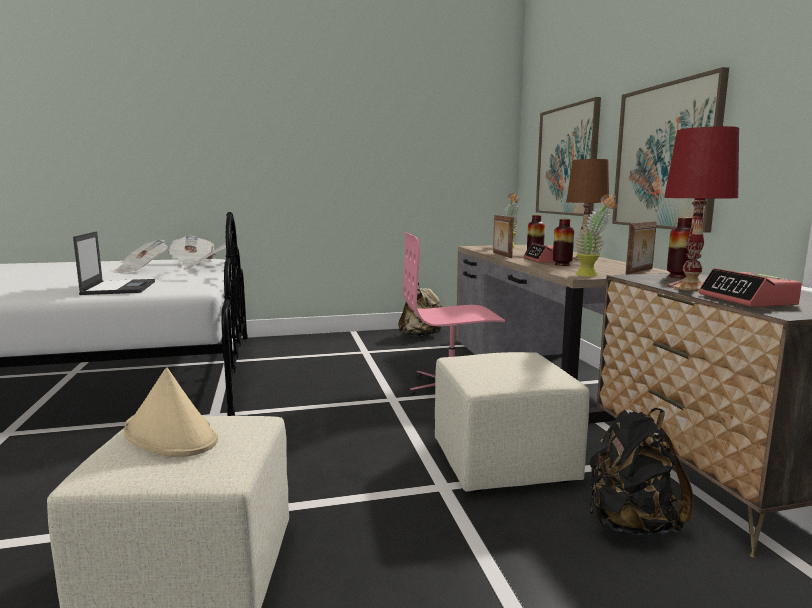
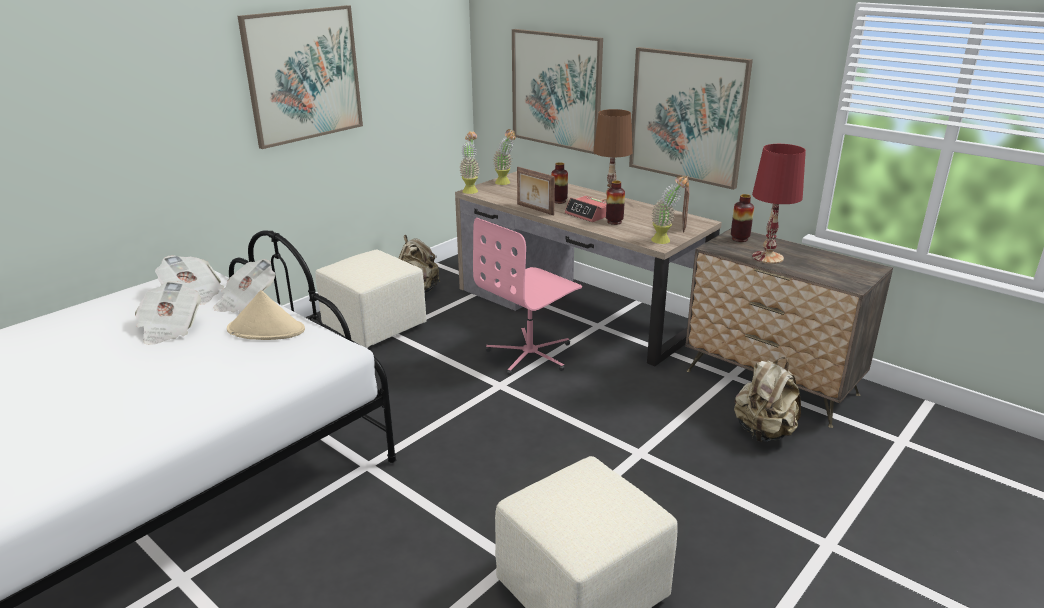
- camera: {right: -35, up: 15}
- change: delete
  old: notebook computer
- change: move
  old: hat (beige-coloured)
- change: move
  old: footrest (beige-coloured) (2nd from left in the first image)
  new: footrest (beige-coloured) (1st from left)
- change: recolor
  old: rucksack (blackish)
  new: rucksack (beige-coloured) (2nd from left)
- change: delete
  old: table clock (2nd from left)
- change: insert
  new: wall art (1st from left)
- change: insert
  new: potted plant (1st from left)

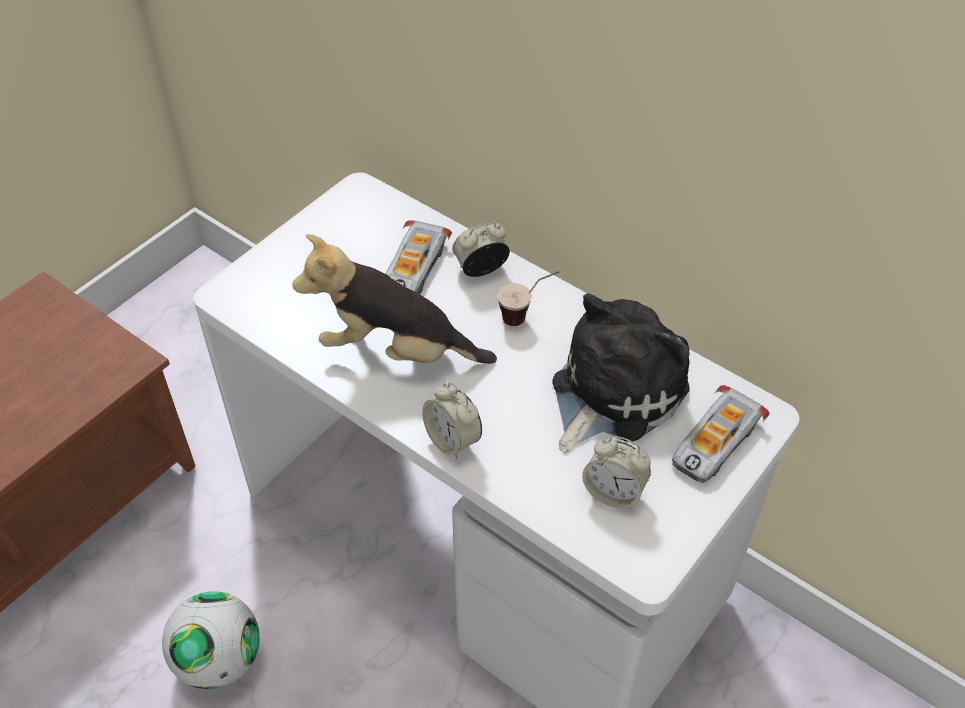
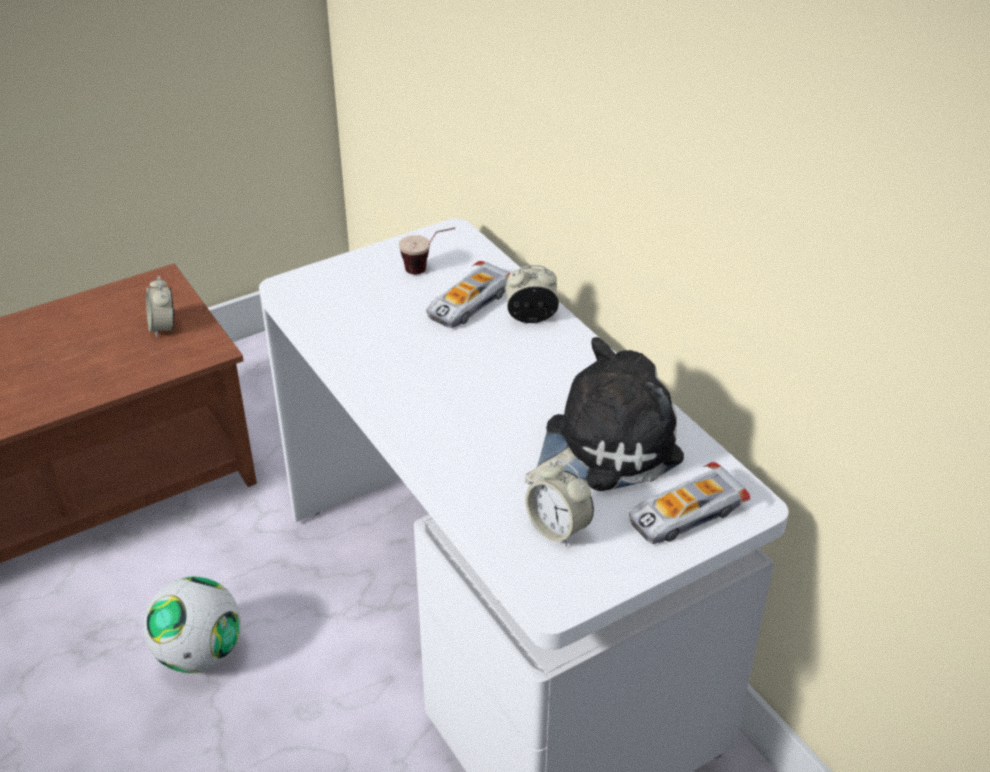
- camera: {right: 20, up: -10}
- change: delete
  old: cuddly toy (1st from left)
- change: move
  old: table clock (1st from left)
- change: move
  old: small cup

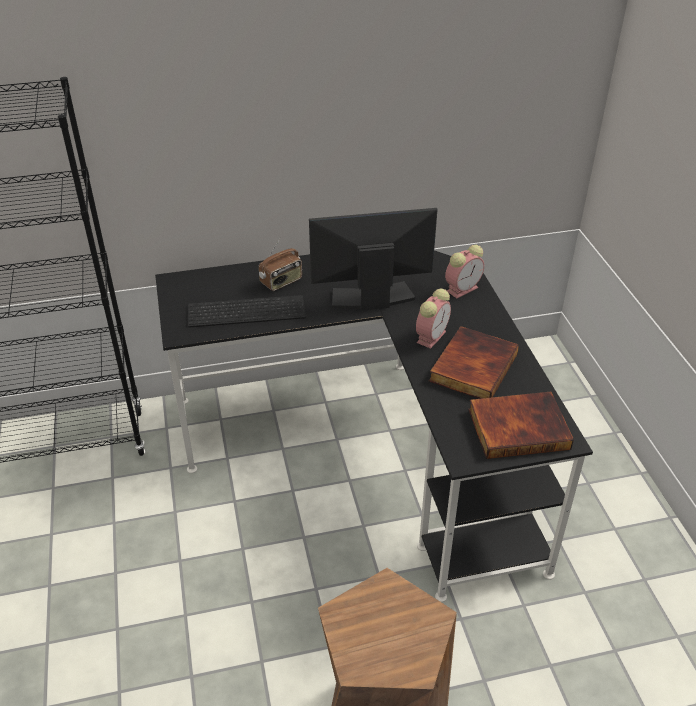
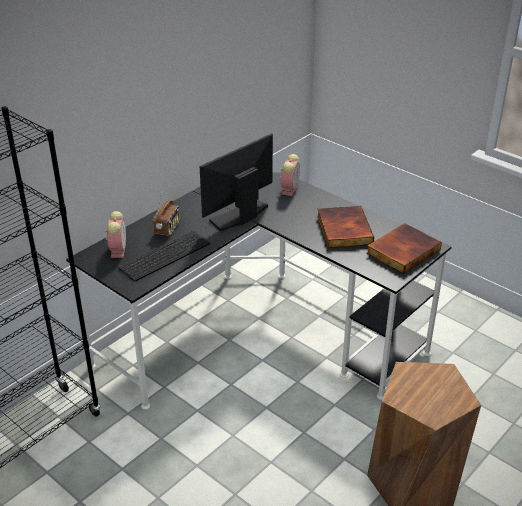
- camera: {right: -35, up: -5}
- change: move
  old: table clock (1st from left)

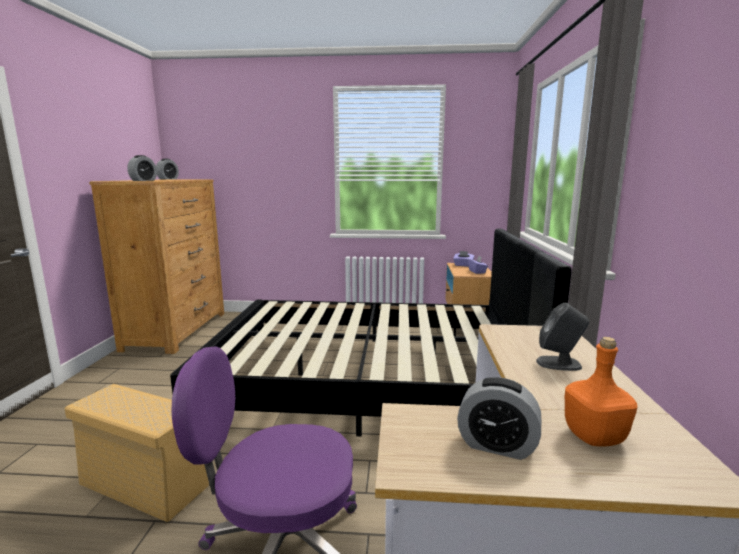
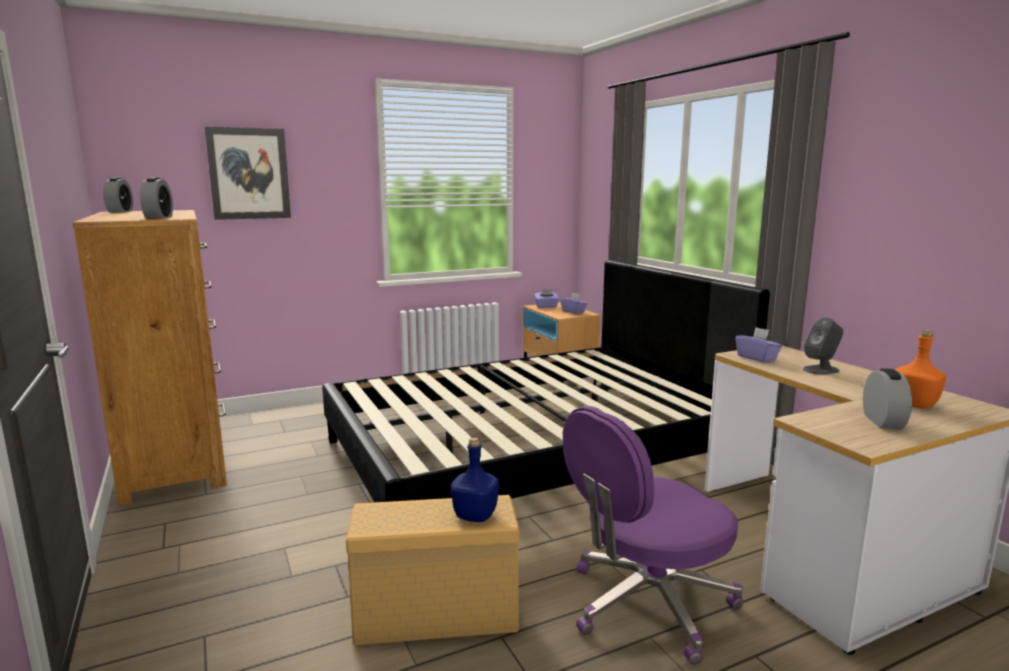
- camera: {right: -30, up: 0}
- change: rotate
  old: table clock (3rd from left)
  degrees: -75
- change: insert
  new: wall art
- change: insert
  new: beverage bottle (blue-coloured)
- change: insert
  new: tissue holder (purple-coloured) (3rd from left)

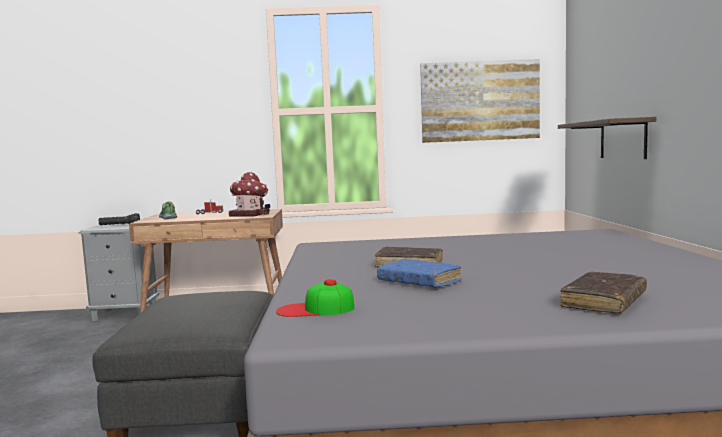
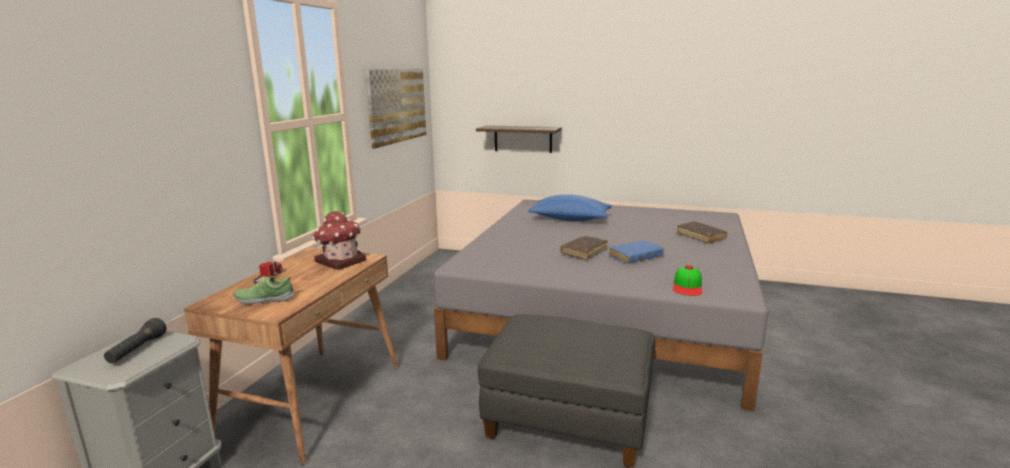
- camera: {right: -70, up: 10}
- change: insert
  new: throw pillow (blue-coloured)

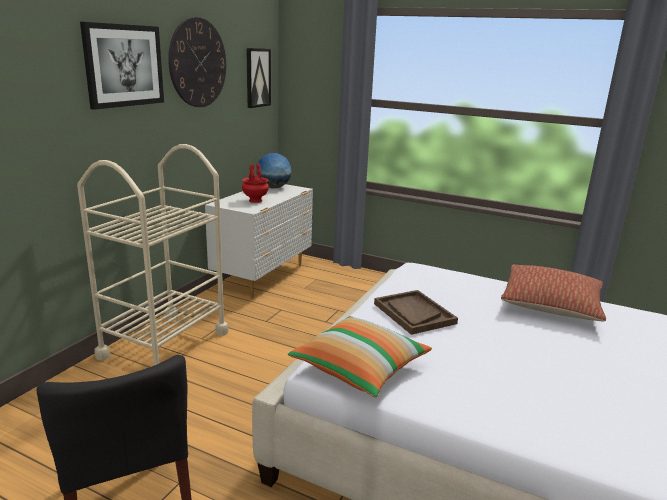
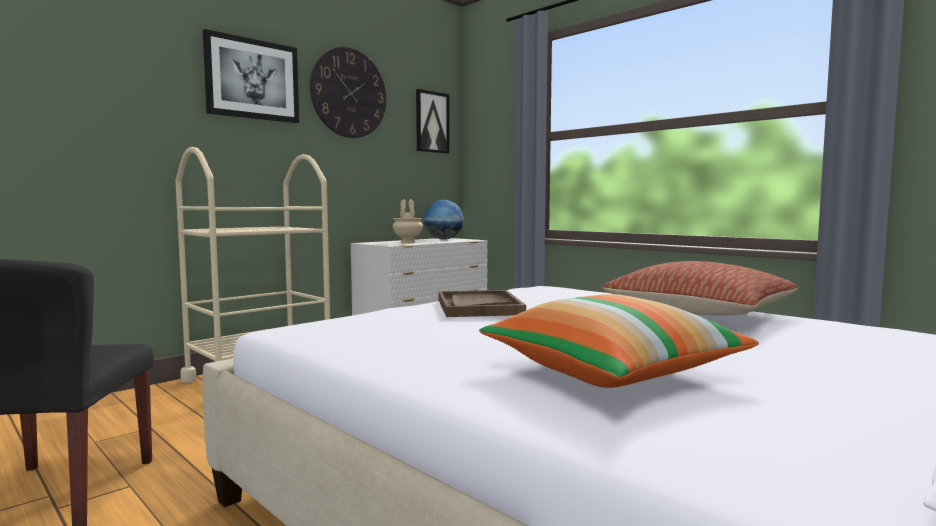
- camera: {right: 20, up: -15}
- change: recolor
  old: flower vase (reddish)
  new: flower vase (beige-coloured)
- change: move
  old: throw pillow (1st from left)

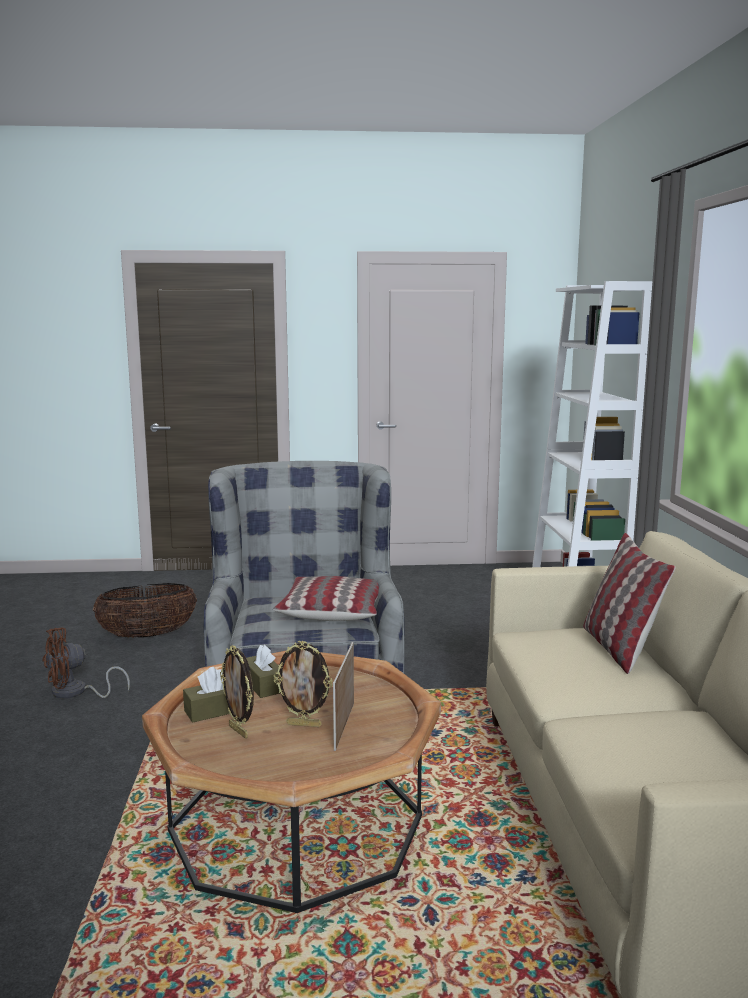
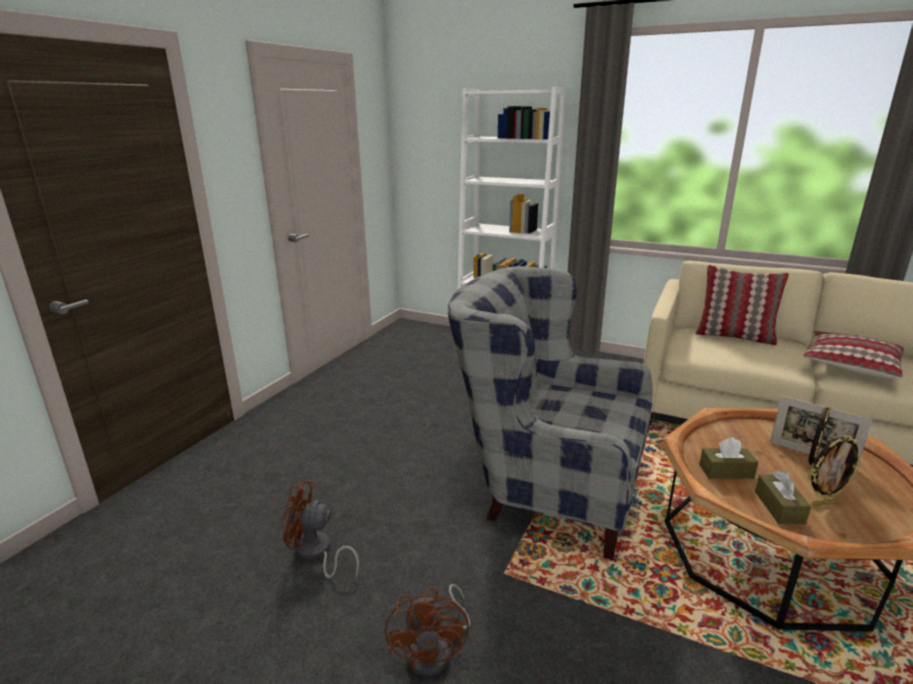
- camera: {right: -60, up: 10}
- change: replace
  old: household basket
  new: electric fan (brownish) (1st from left)
- change: move
  old: throw pillow (1st from left in the first image)
  new: throw pillow (2nd from left)

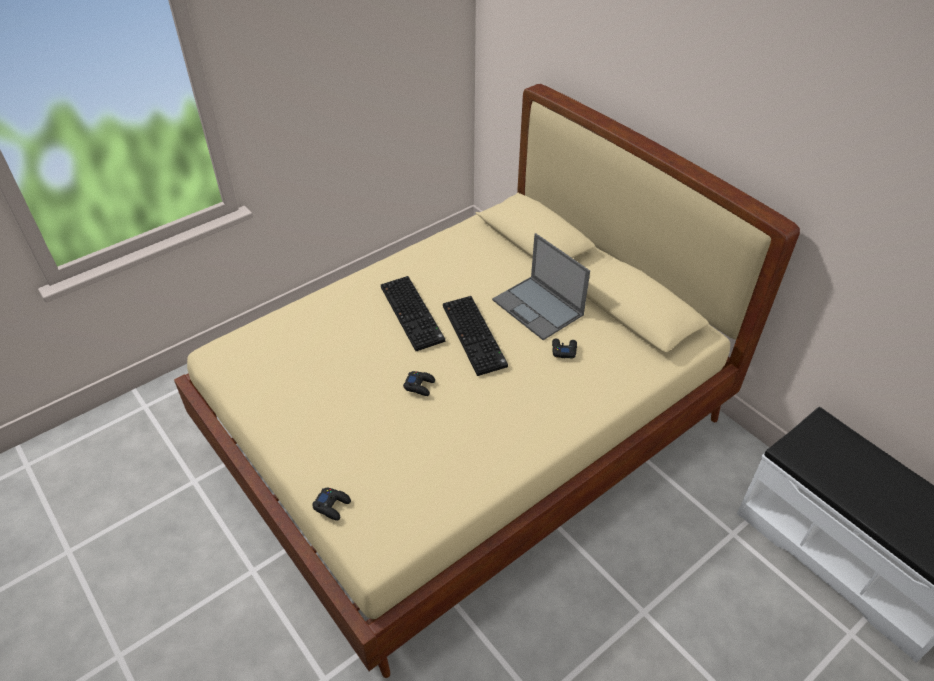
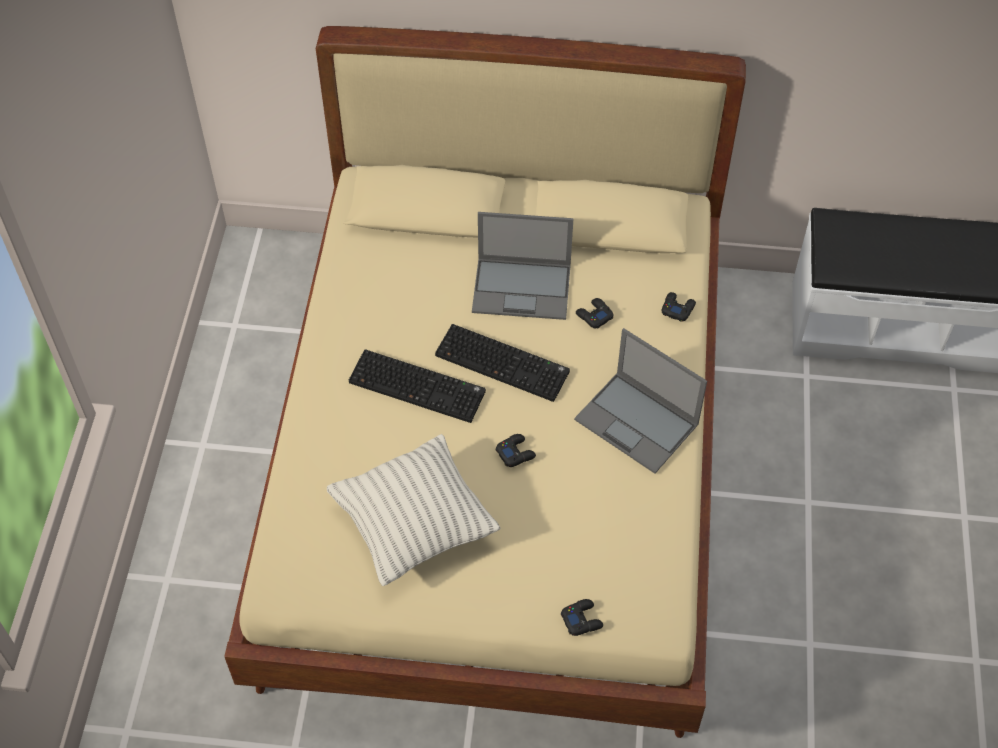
- camera: {right: -45, up: 10}
- change: insert
  new: throw pillow
- change: insert
  new: notebook computer (2nd from left)
- change: insert
  new: game controller (blackish) (4th from left)

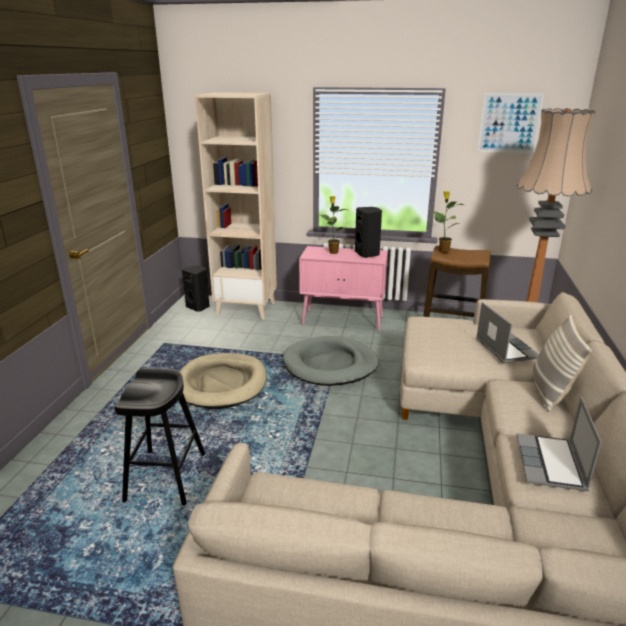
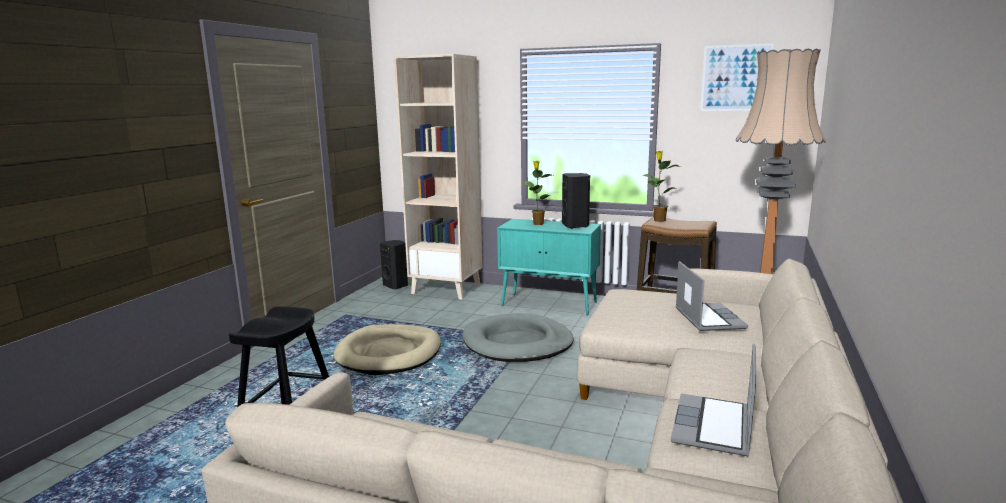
- camera: {right: 10, up: -10}
- change: recolor
  old: storage cabinet (pinkish)
  new: storage cabinet (turquoise)
- change: delete
  old: throw pillow

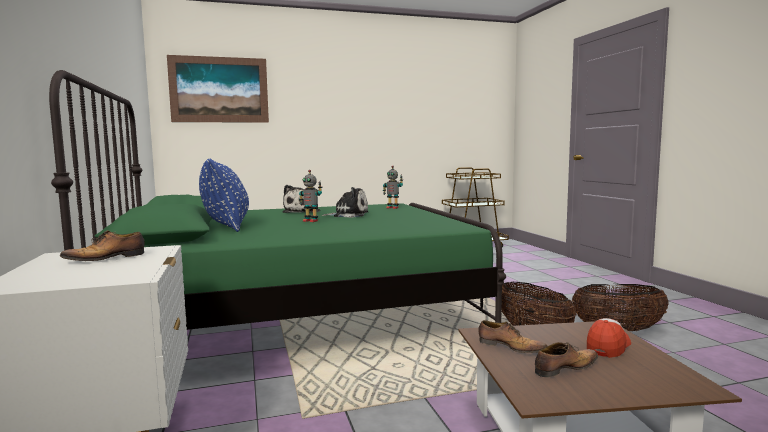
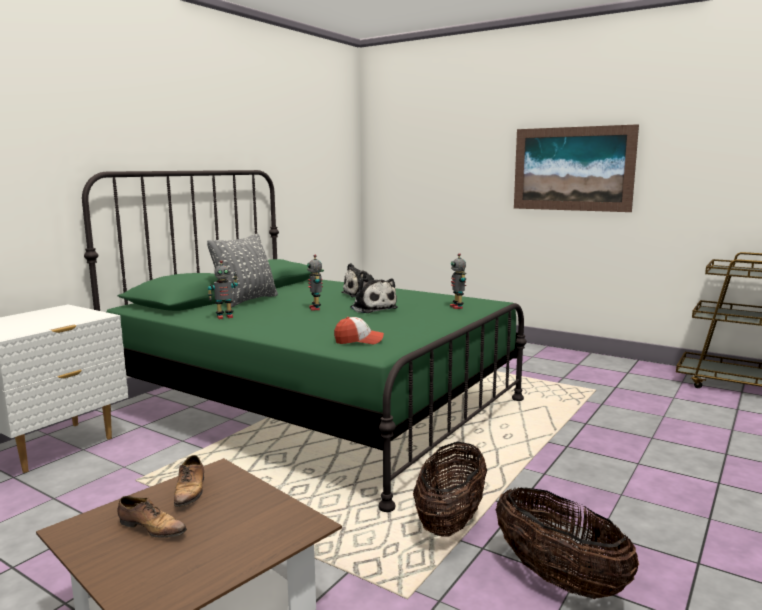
- camera: {right: 50, up: 5}
- change: delete
  old: item of footwear (1st from left)
- change: move
  old: wall art
- change: recolor
  old: throw pillow (blue-coloured)
  new: throw pillow (gray)
- change: move
  old: baseball cap
- change: insert
  new: model robot (1st from left)

